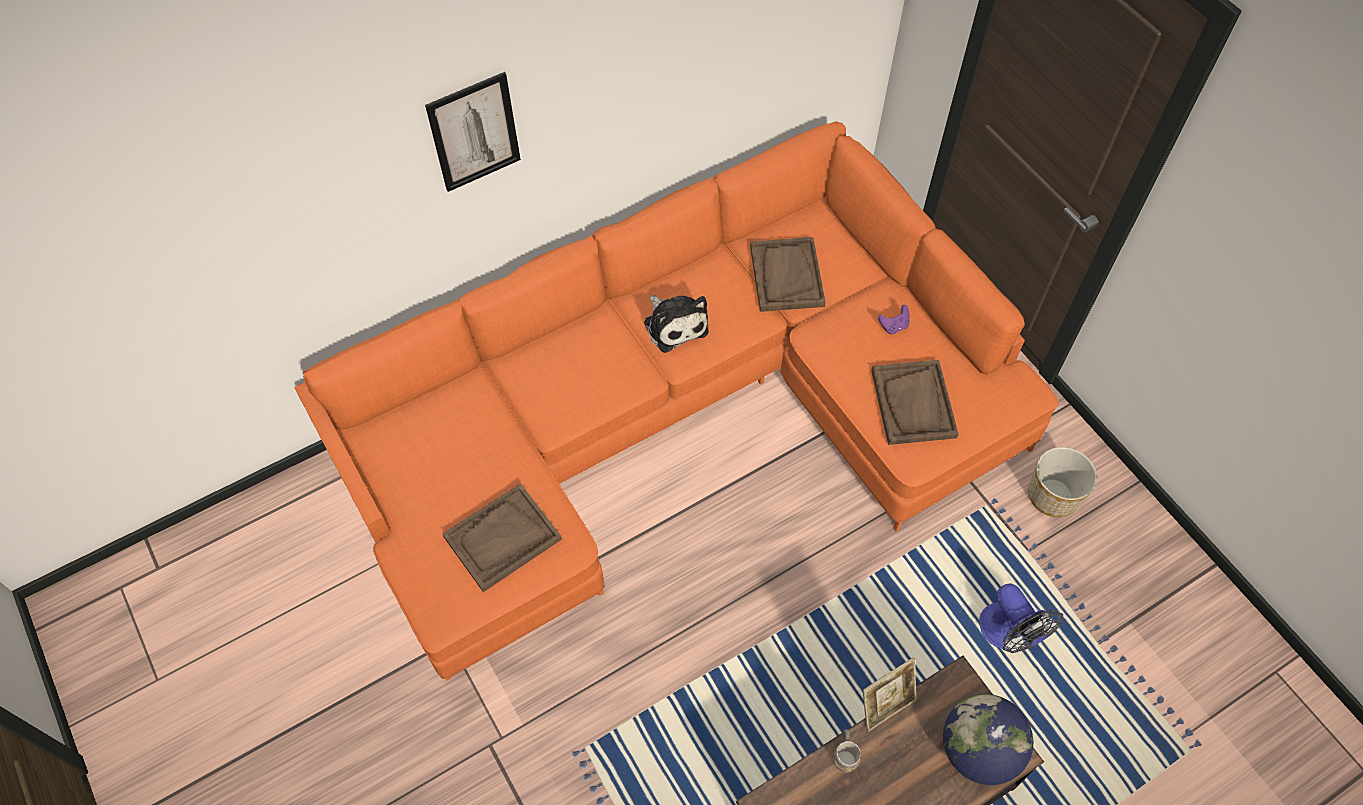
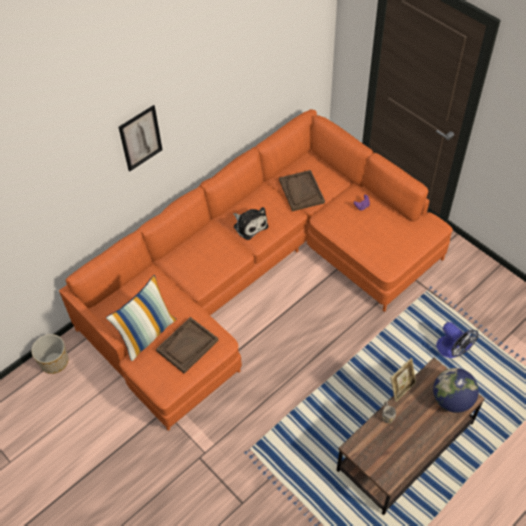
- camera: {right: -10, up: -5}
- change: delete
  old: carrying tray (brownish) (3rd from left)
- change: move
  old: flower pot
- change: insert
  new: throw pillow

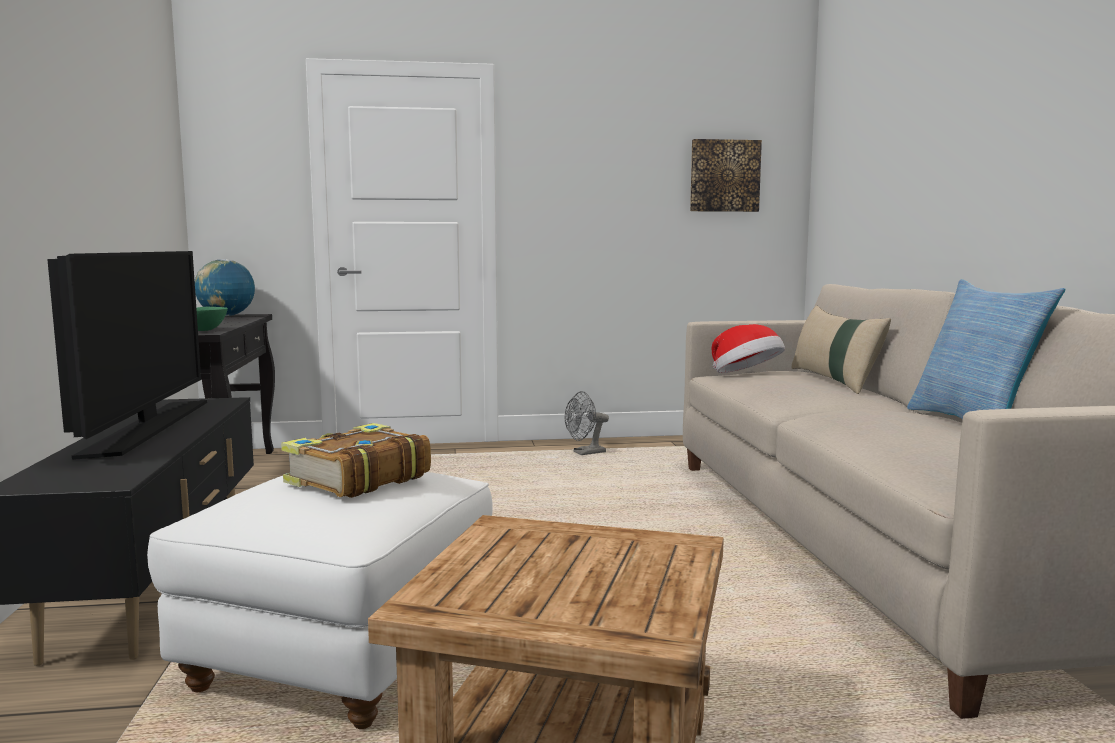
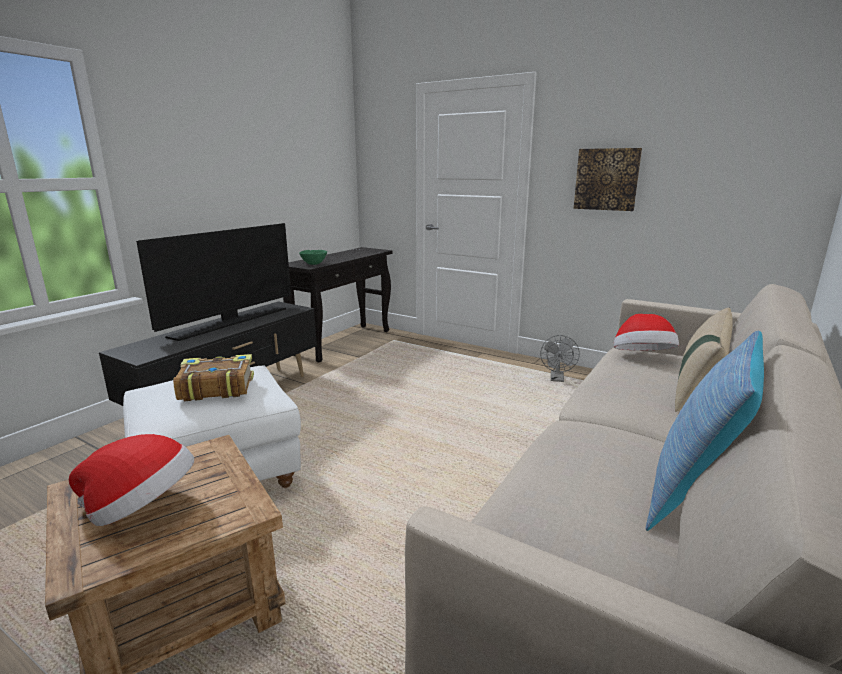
- camera: {right: 40, up: 10}
- change: delete
  old: desk globe
- change: rotate
  old: electric fan (gray)
  degrees: -90
- change: move
  old: wall art
- change: insert
  new: hat (1st from left)

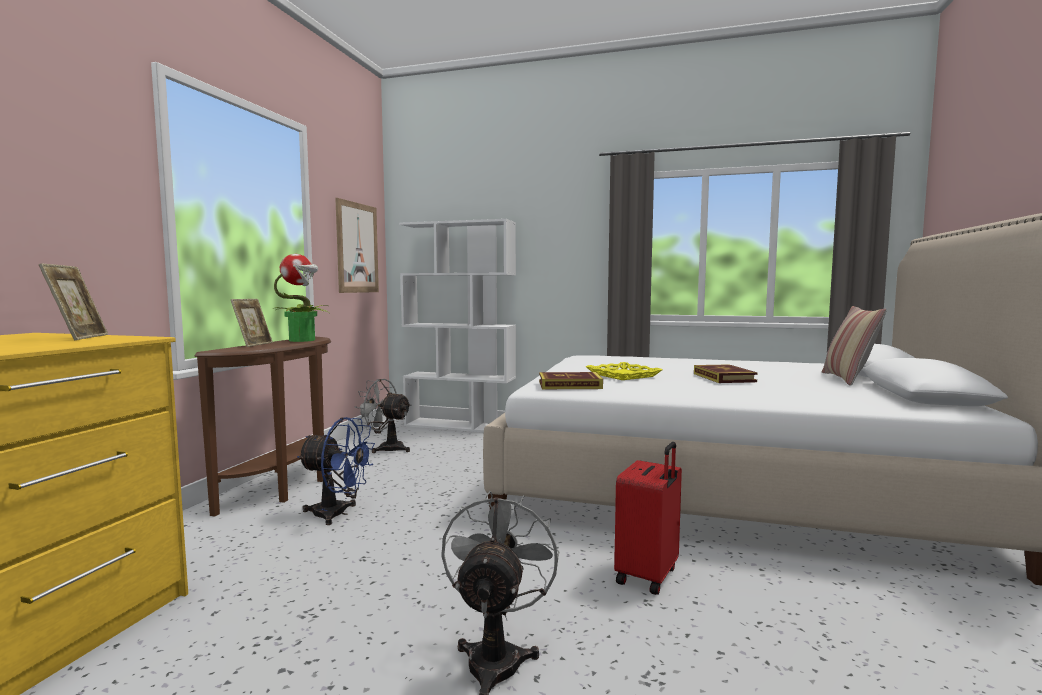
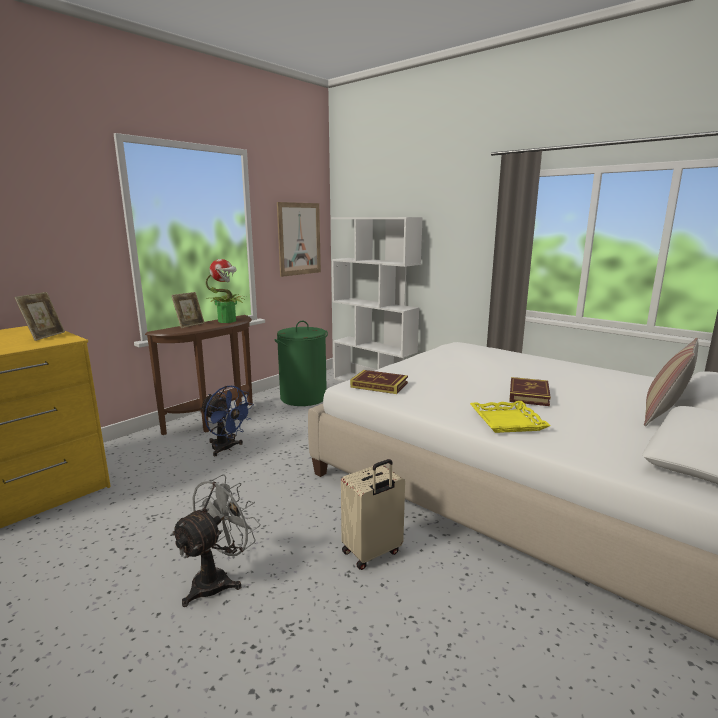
- camera: {right: 25, up: 10}
- change: replace
  old: electric fan (gray) (1st from left)
  new: hamper (green-coloured)
- change: move
  old: carrying tray (yellow)
- change: recolor
  old: piece of luggage (reddish)
  new: piece of luggage (beige-coloured)

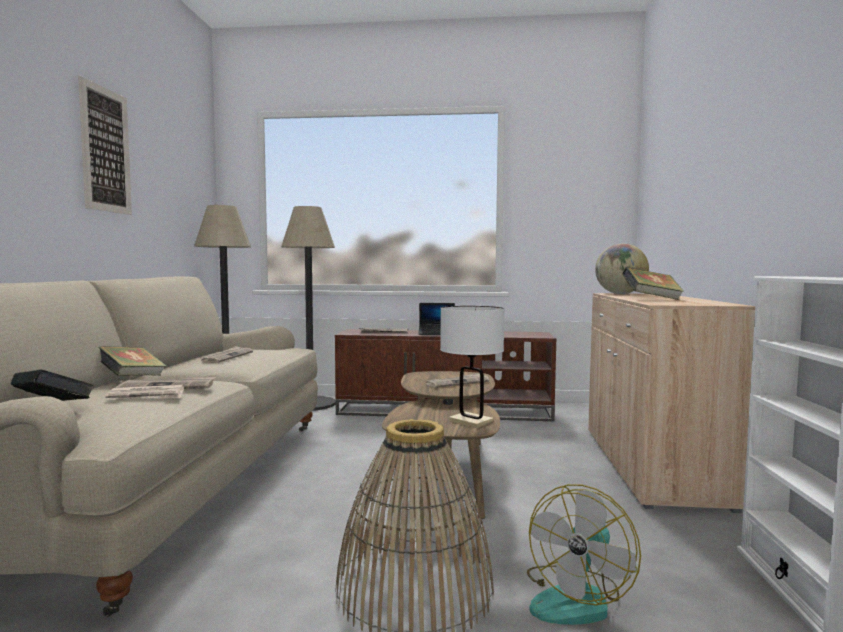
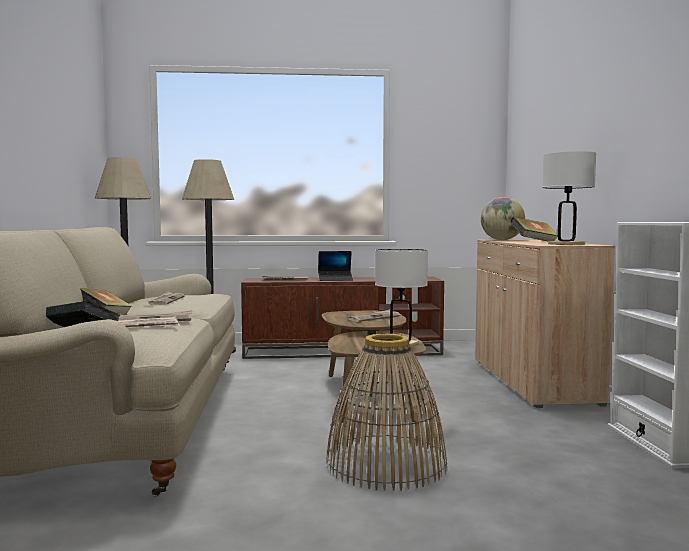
- camera: {right: -10, up: 0}
- change: delete
  old: wall art
- change: delete
  old: electric fan
- change: insert
  new: table lamp (white-coloured) (2nd from left)

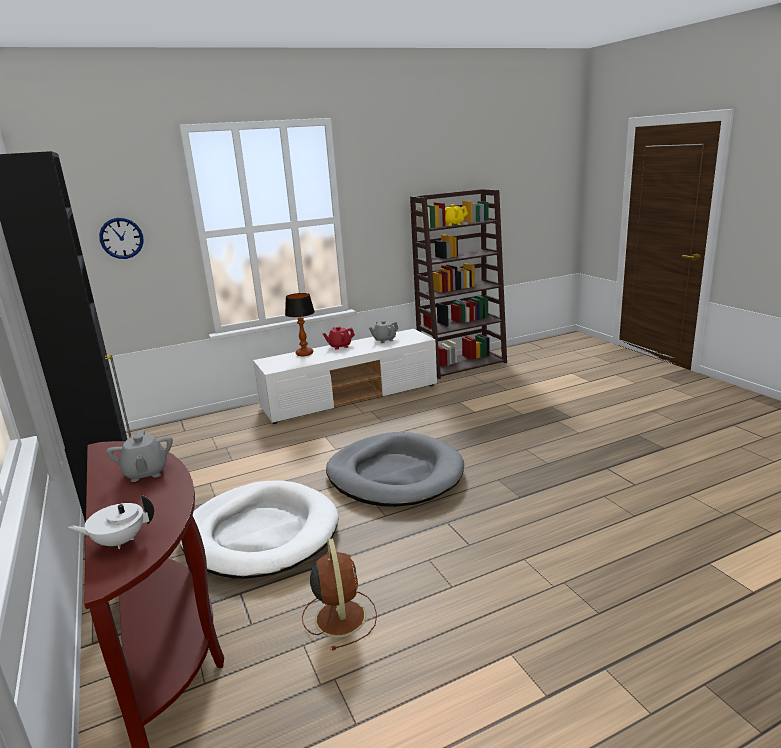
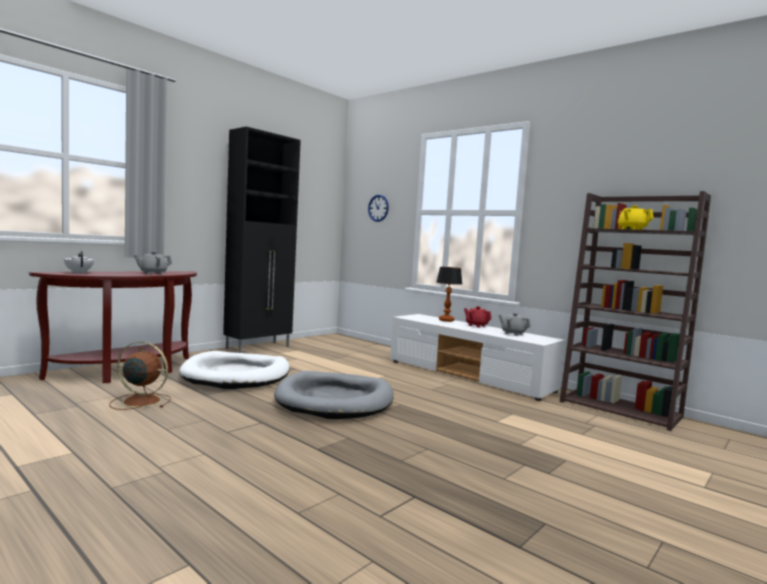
- camera: {right: 65, up: -15}
- change: rotate
  old: electric fan (brownish)
  degrees: -135

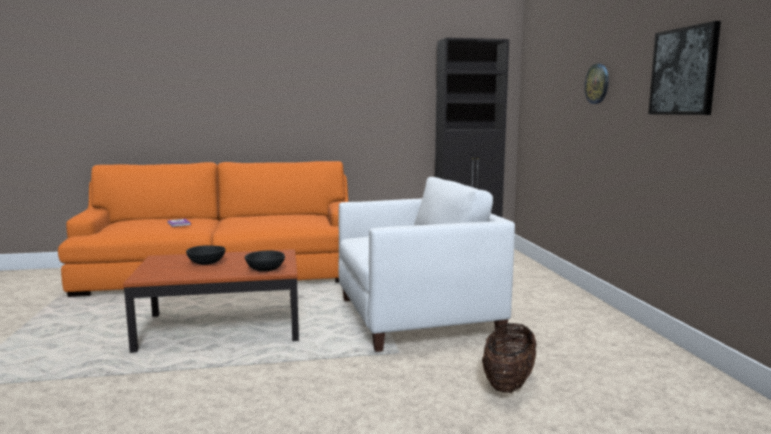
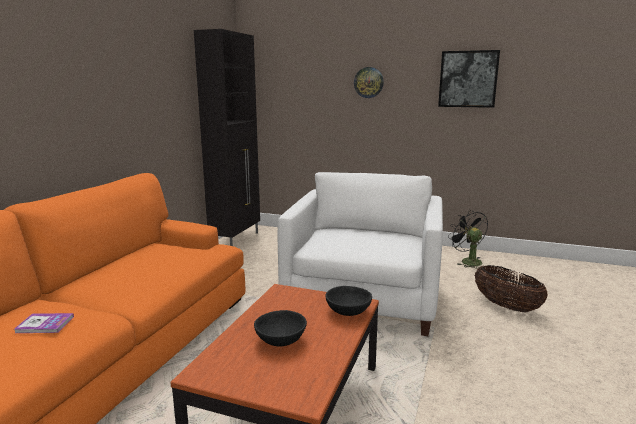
- camera: {right: -60, up: 5}
- change: insert
  new: electric fan (blackish)

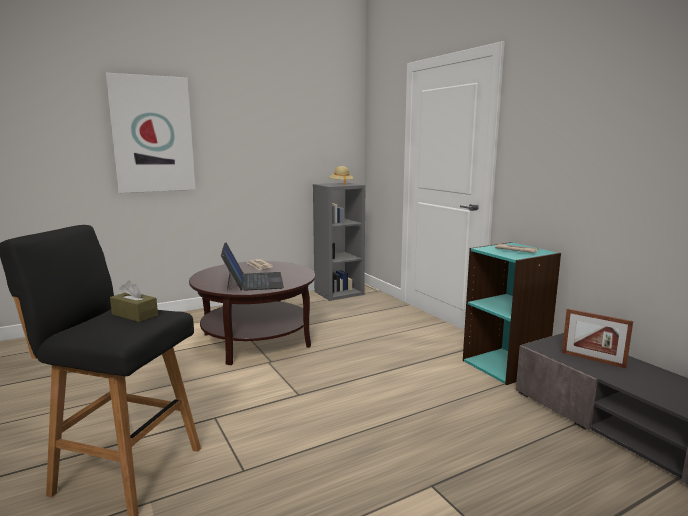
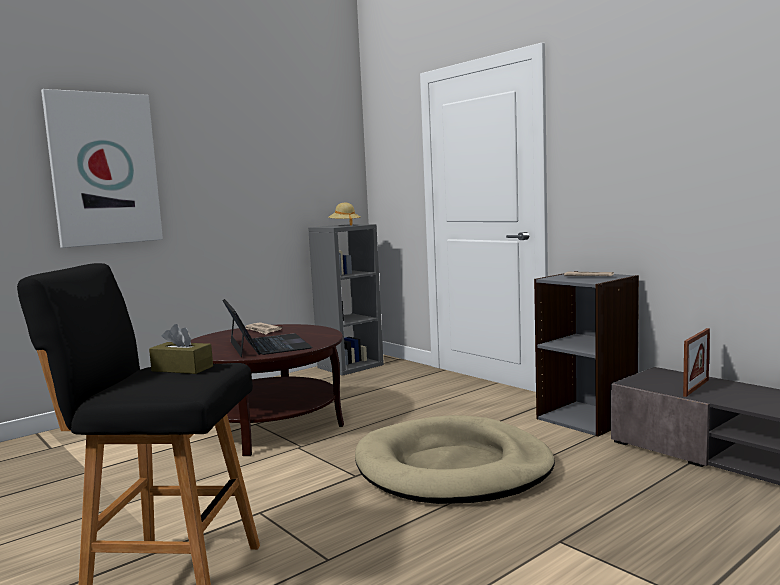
- camera: {right: -10, up: -5}
- change: recolor
  old: shelving unit (turquoise)
  new: shelving unit (gray) (2nd from left)
- change: rotate
  old: standing frame
  degrees: -75
- change: insert
  new: pet bed (beige-coloured)

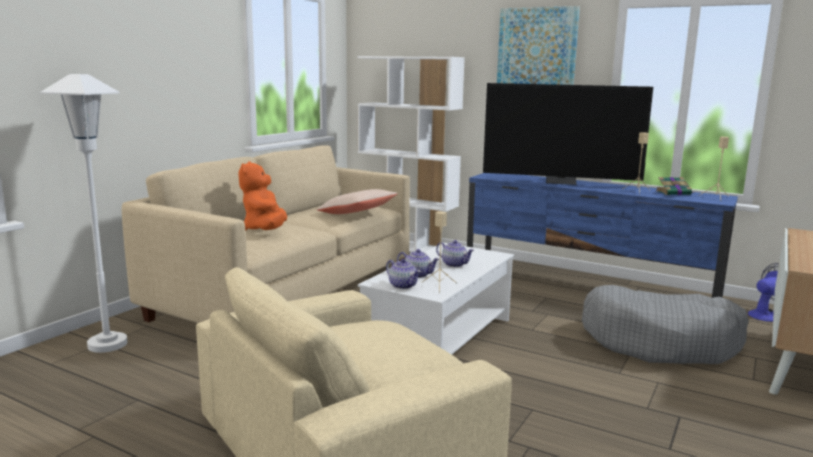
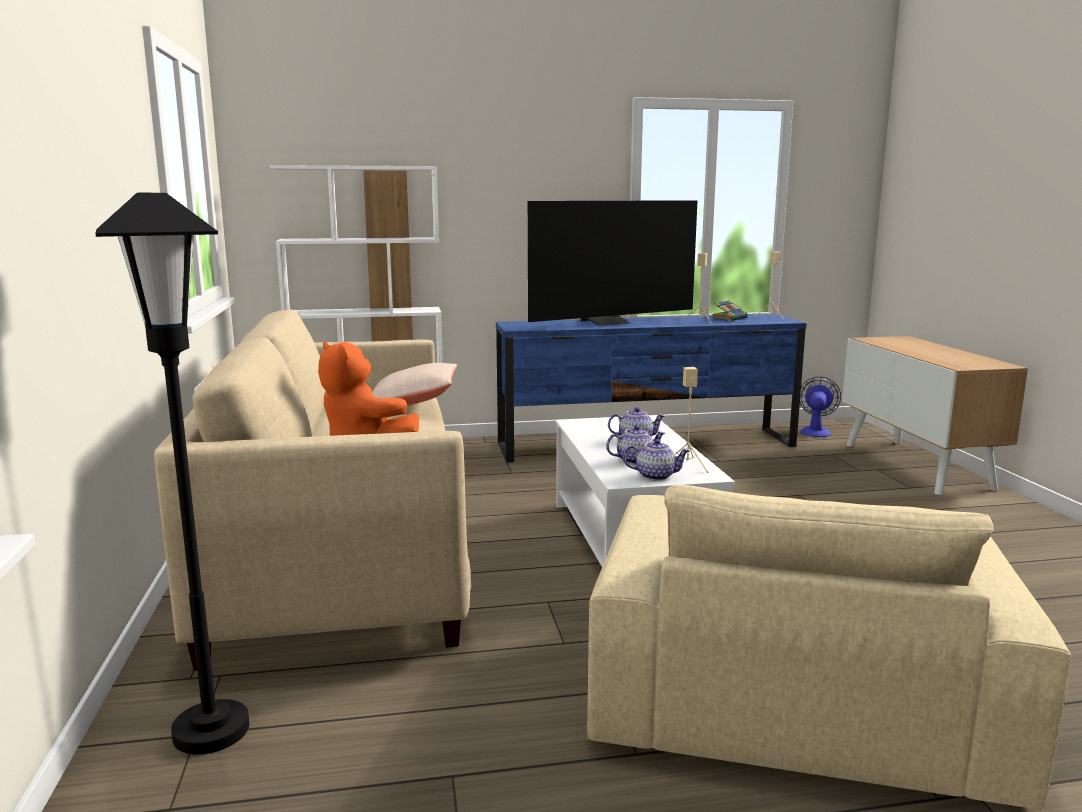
- camera: {right: -40, up: 0}
- change: recolor
  old: standard lamp (white-coloured)
  new: standard lamp (blackish)
- change: delete
  old: wall art
- change: delete
  old: pet bed (gray)

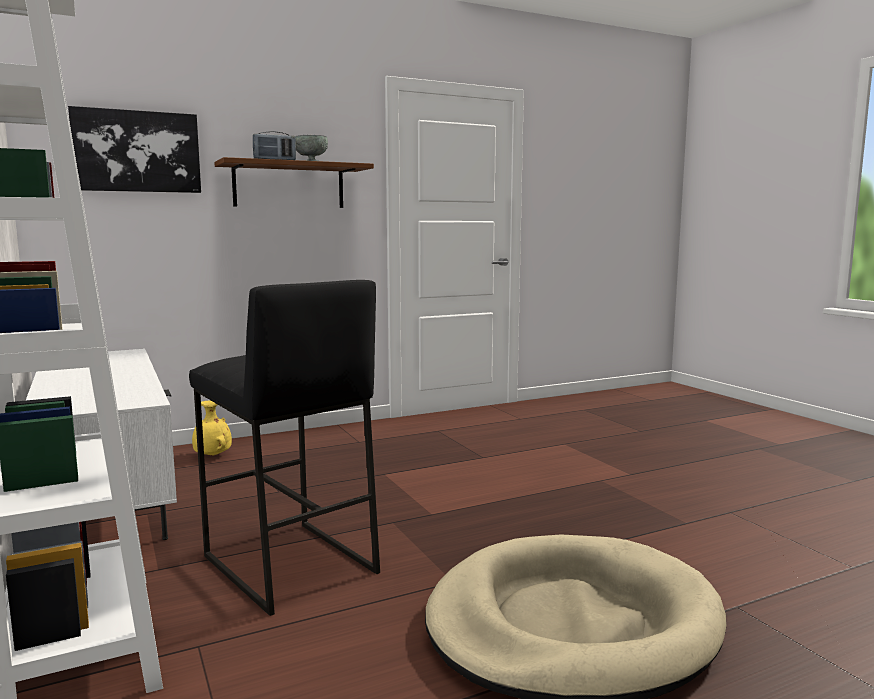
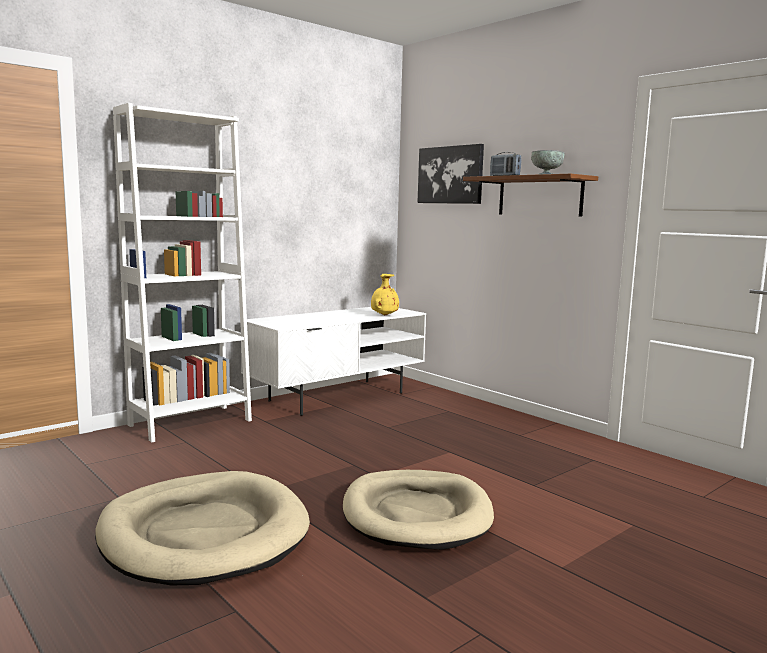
- camera: {right: 75, up: 0}
- change: delete
  old: stool (blackish)
- change: move
  old: flower vase (yellow)
- change: insert
  new: pet bed (beige-coloured) (2nd from left)

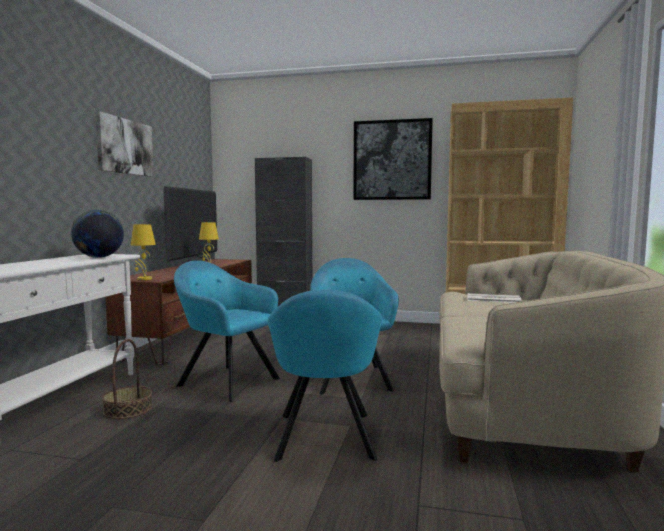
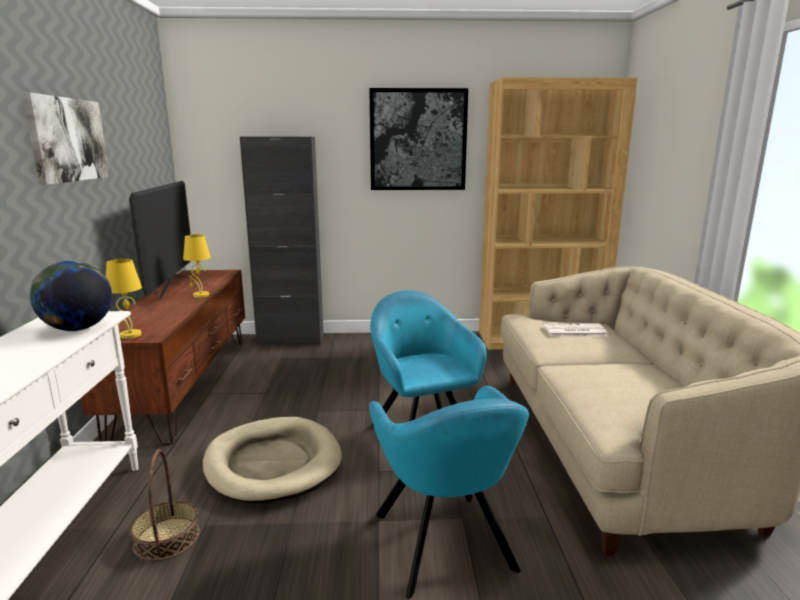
- camera: {right: -15, up: 10}
- change: replace
  old: lounge chair (turquoise) (1st from left)
  new: pet bed (beige-coloured)

